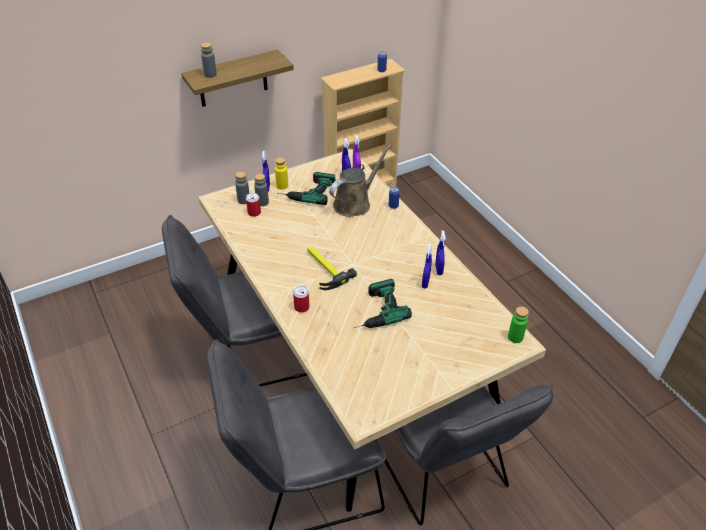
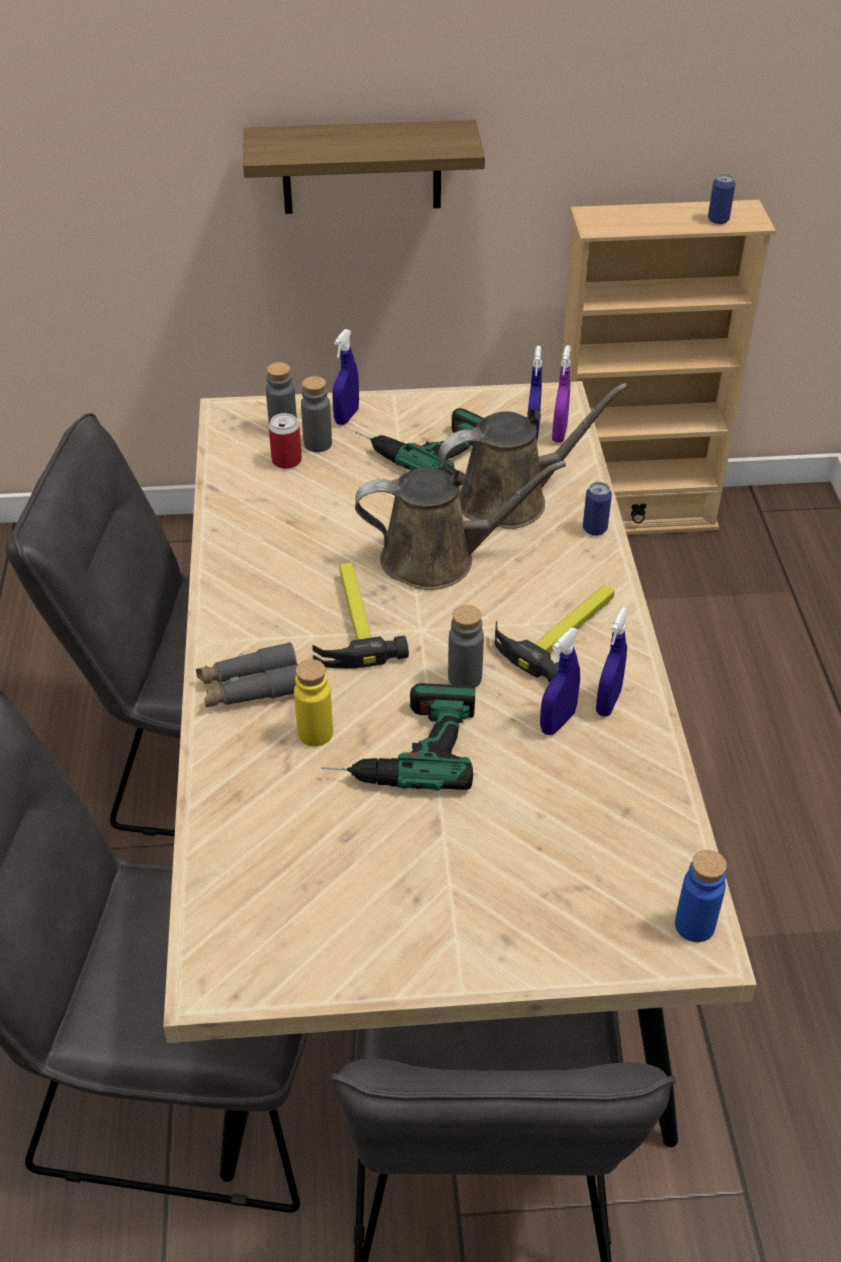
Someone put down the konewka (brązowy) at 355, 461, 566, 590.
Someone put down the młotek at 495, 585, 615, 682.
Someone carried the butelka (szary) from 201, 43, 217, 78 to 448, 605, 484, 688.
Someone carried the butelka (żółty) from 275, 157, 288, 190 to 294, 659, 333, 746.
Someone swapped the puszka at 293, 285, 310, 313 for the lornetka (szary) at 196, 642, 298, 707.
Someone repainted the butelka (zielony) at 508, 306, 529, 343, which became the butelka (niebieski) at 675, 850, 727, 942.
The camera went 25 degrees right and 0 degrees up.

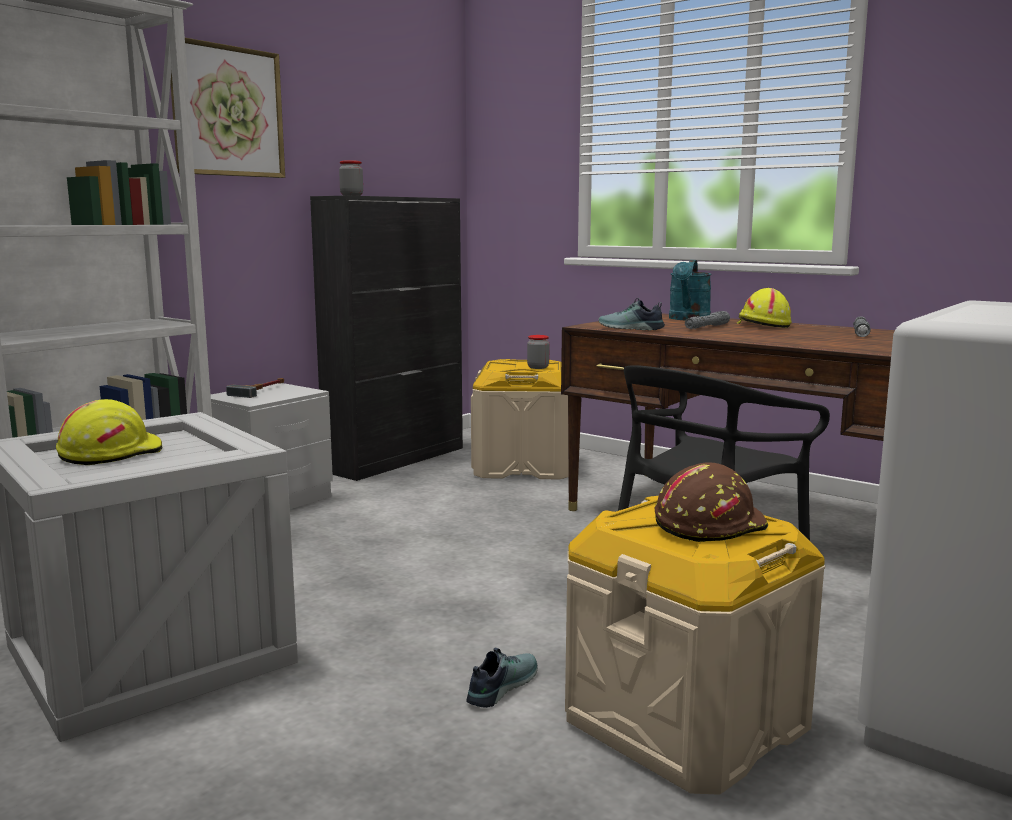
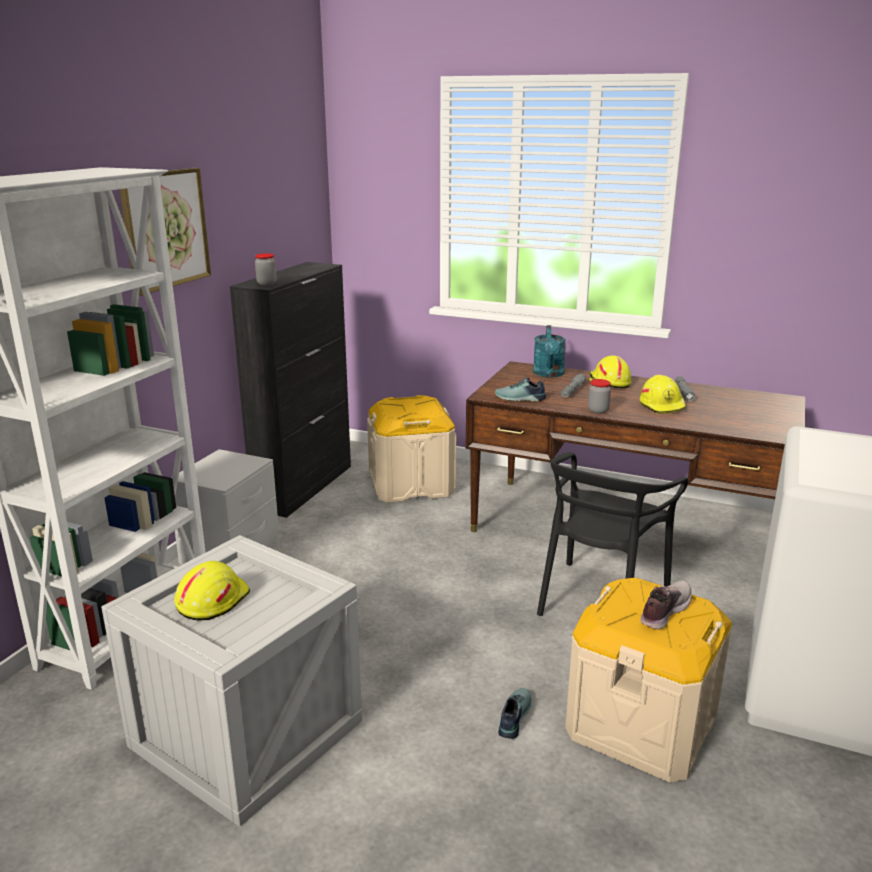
Someone took away the młotek at 226, 378, 284, 398.
Someone put down the kask (żółty) at 640, 375, 686, 414.
Someone carried the słoik from 527, 335, 549, 369 to 588, 379, 611, 414.
Someone swapped the kask (brązowy) at 655, 462, 768, 542 for the but at 640, 580, 692, 629.
The camera went 15 degrees left and 10 degrees up.

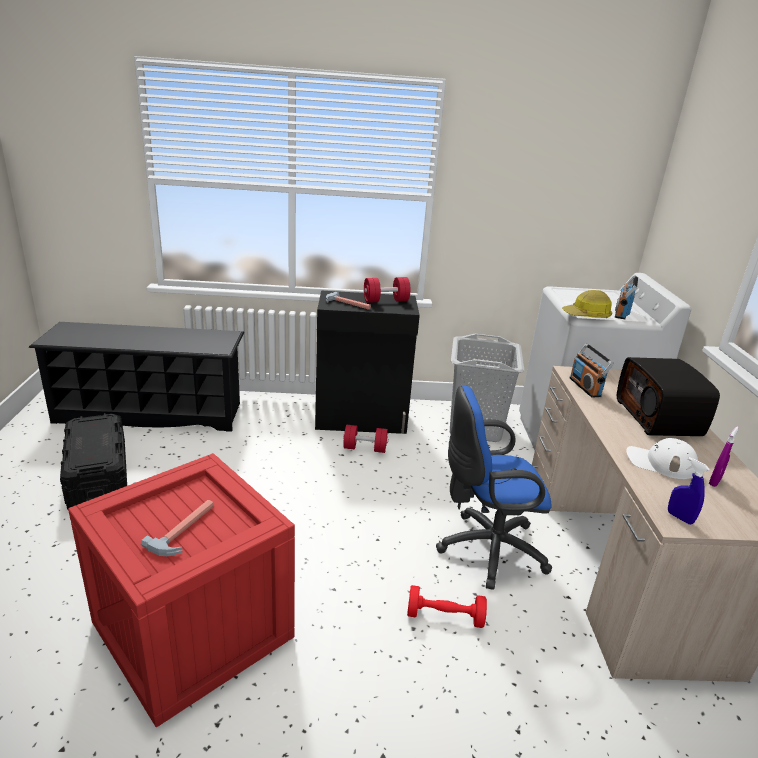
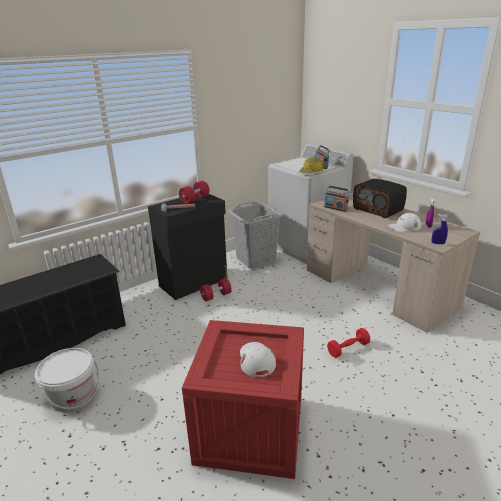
Someone took away the krzesło biurowe (niebieski) at 436, 386, 552, 590.
Someone swapped the pojemnik do przechowywania (czarny) at 60, 413, 127, 510 for the wiadro (biały) at 35, 348, 100, 413.
Someone swapped the młotek at 141, 500, 214, 556 for the czapka z daszkiem (biały) at 240, 342, 276, 377.
The camera went 35 degrees left and 0 degrees up.

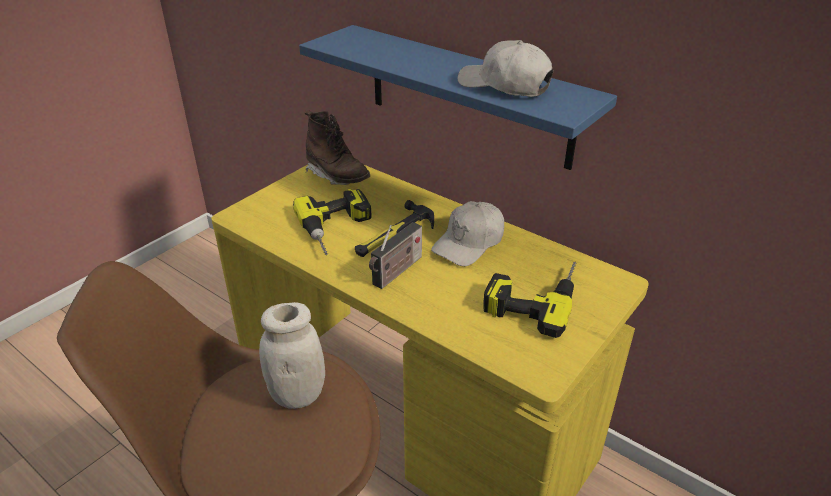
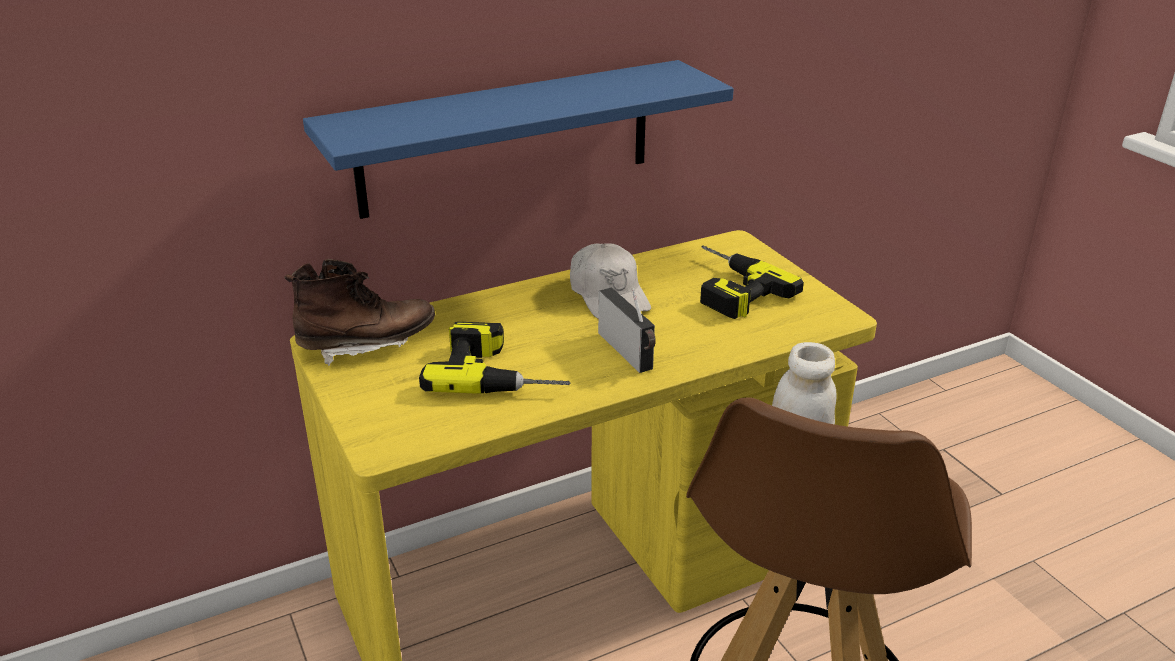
Someone took away the młotek at 355, 200, 434, 257.
Someone took away the czapka z daszkiem (biały) at 457, 40, 553, 97.
The camera went 65 degrees left and 5 degrees down.

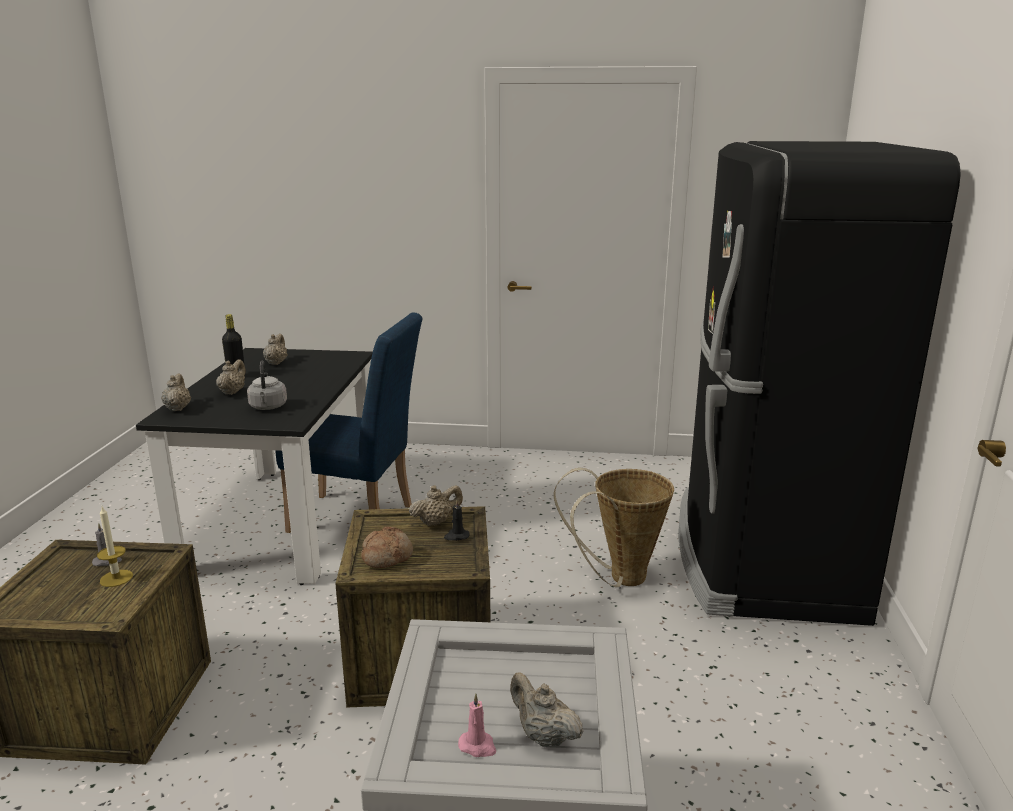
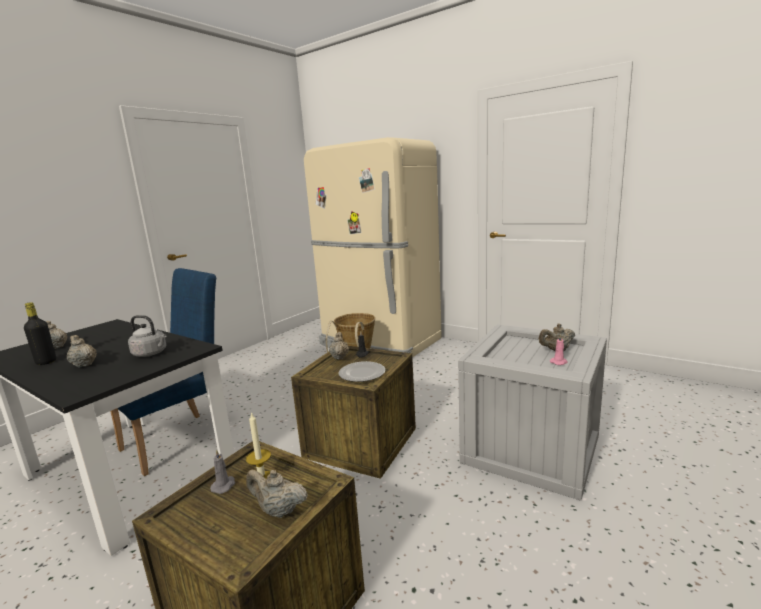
Someone carried the imbryk (beżowy) from 161, 374, 191, 411 to 246, 470, 308, 518.
Someone swapped the chleb at 361, 526, 413, 568 for the talerz at 338, 361, 385, 382.
Someone repainted the lodówka (czarny) at 679, 141, 961, 626, which became the lodówka (beżowy) at 304, 137, 442, 357.
The camera went 60 degrees left and 5 degrees down.

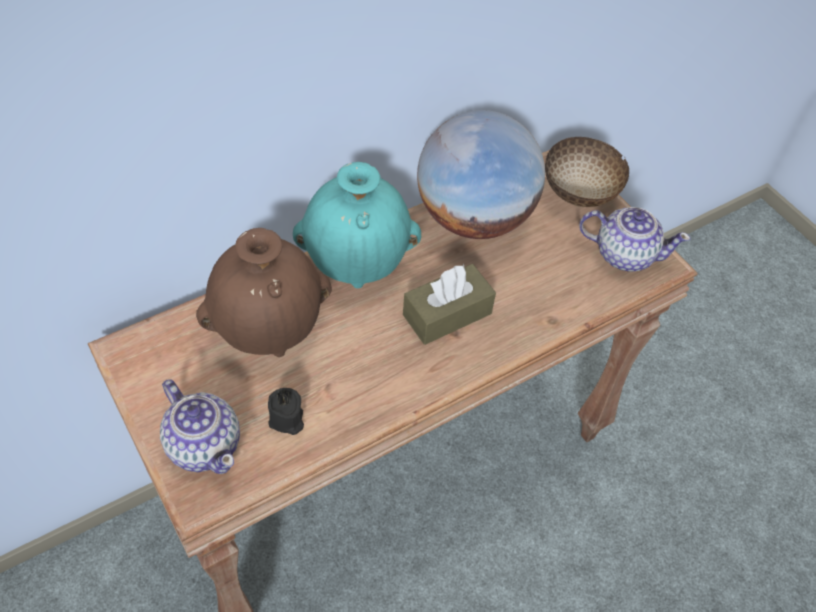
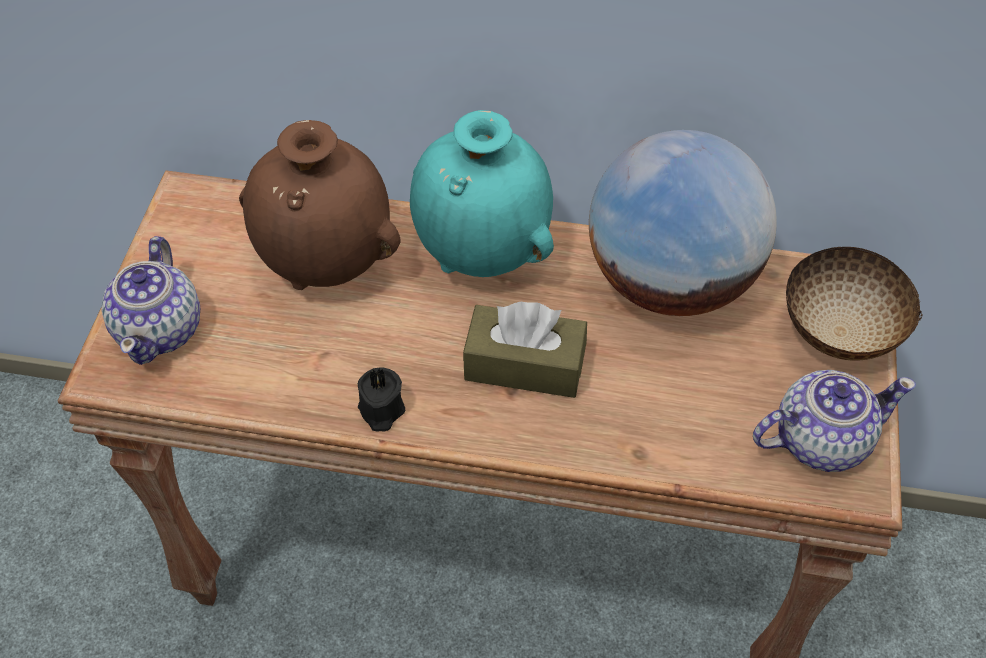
Someone carried the świeca (czarny) from 268, 388, 304, 435 to 358, 367, 405, 431.
Someone rotated the imbryk at 579, 207, 691, 272 by 75 degrees counterclockwise.
The camera went 45 degrees right and 0 degrees up.

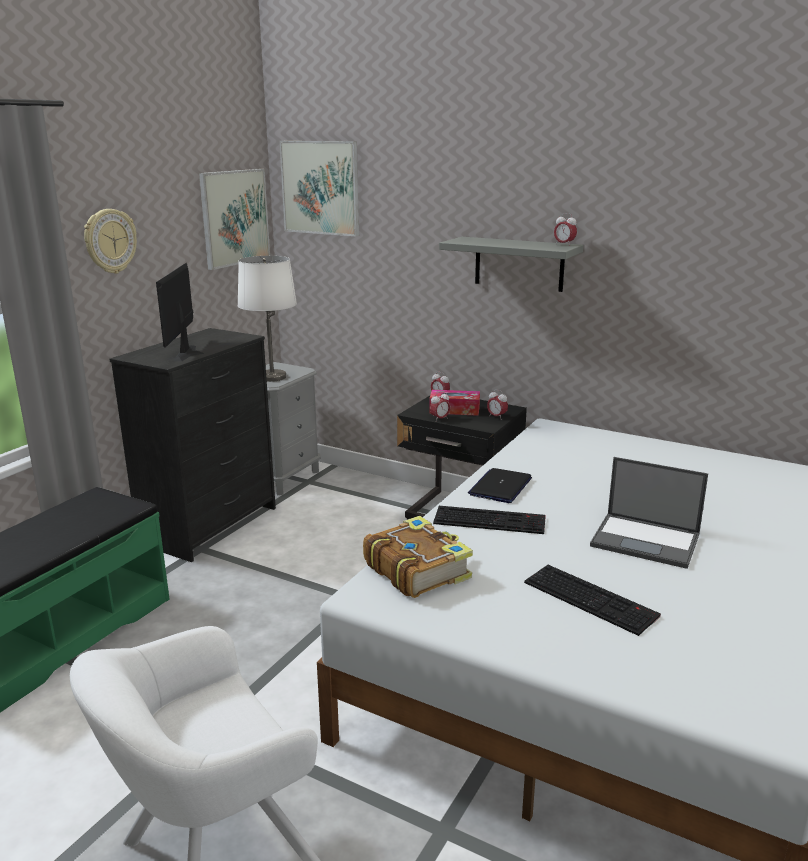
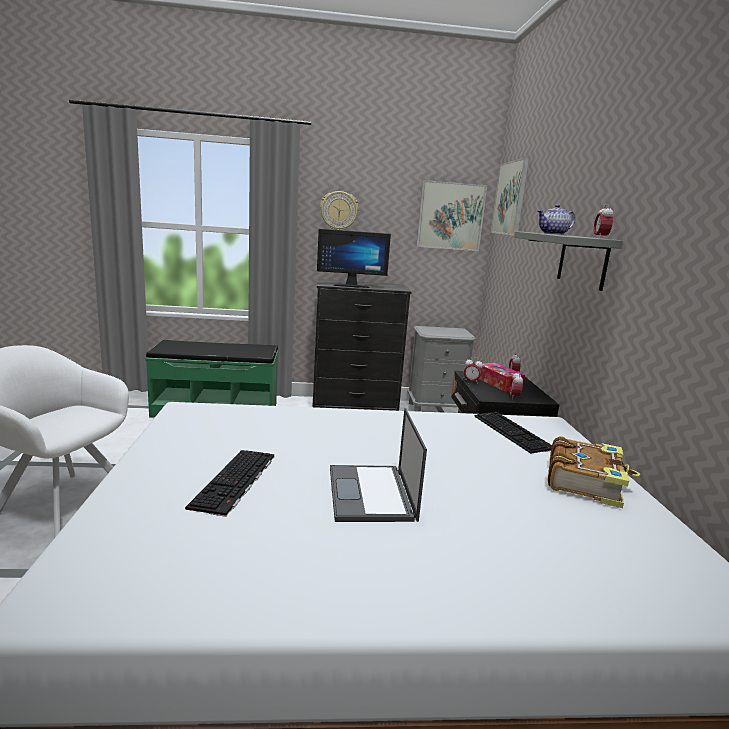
Someone took away the lampa stołowa (biały) at 238, 256, 297, 382.
Someone took away the laptop at 468, 468, 532, 503.
Someone put down the imbryk at 538, 204, 575, 235.
Someone carried the książka from 363, 516, 473, 598 to 548, 436, 640, 508.
Someone carried the klawiatura from 433, 506, 546, 534 to 474, 412, 552, 454.
Someone rotated the monitor at 156, 263, 204, 361 by 150 degrees counterclockwise.
The camera went 55 degrees right and 5 degrees down.

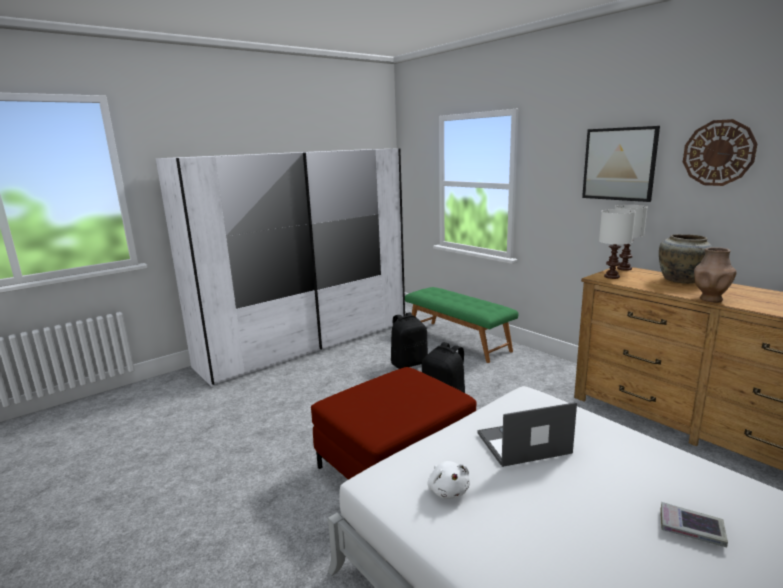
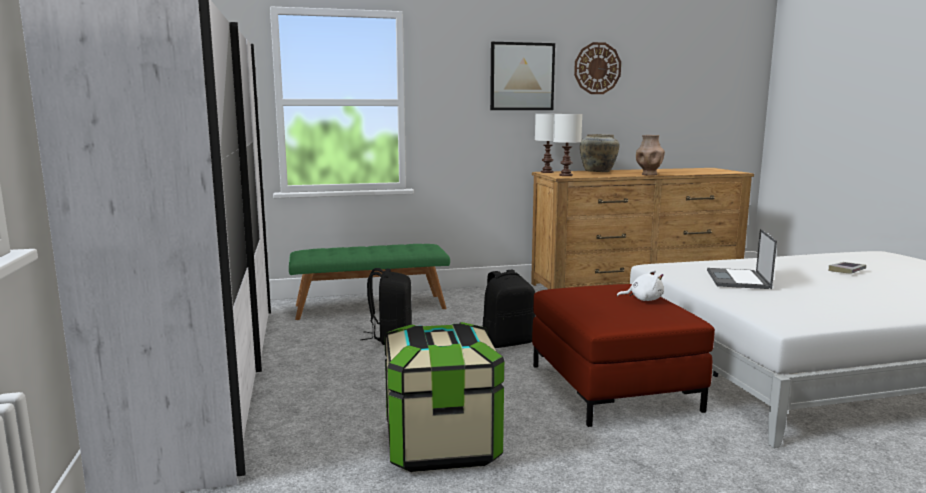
Someone put down the pojemnik do przechowywania at 384, 322, 504, 472.
Someone carried the pluszak (biały) from 428, 461, 470, 498 to 617, 270, 664, 301.
The camera went 65 degrees left and 5 degrees down.

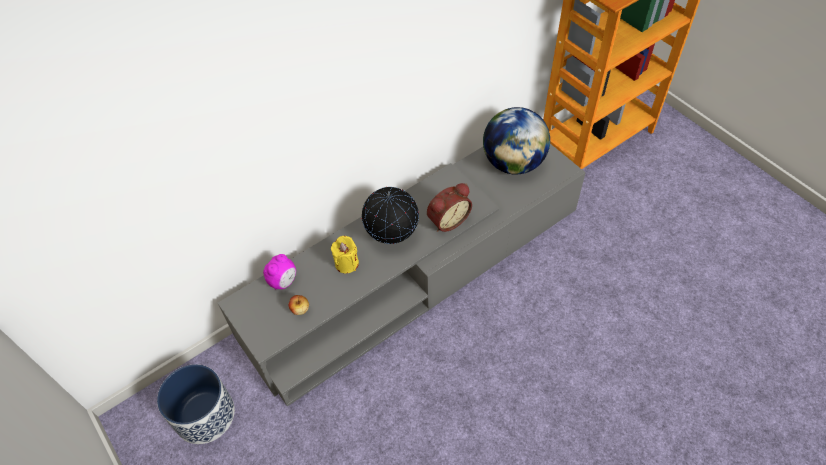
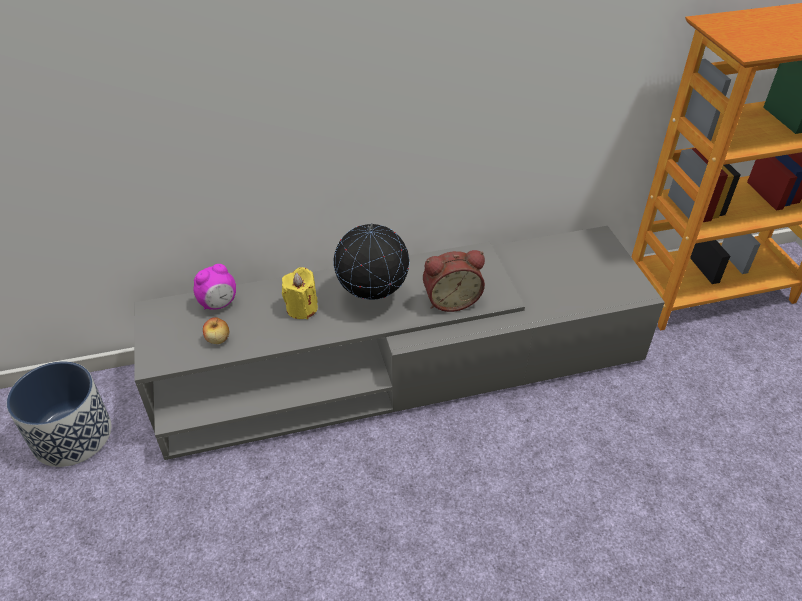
Someone took away the globus at 483, 107, 550, 175.
The camera went 20 degrees right and 10 degrees down.

